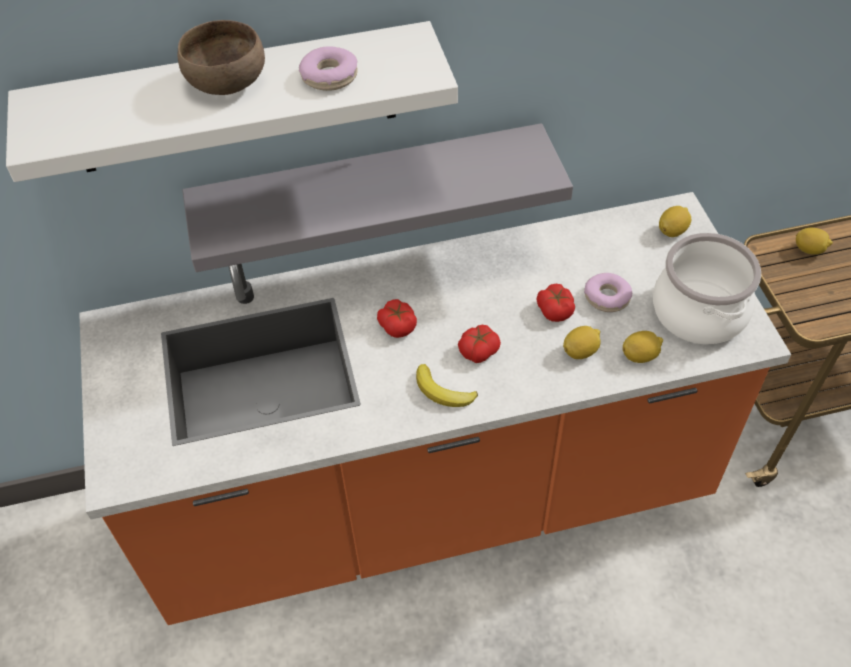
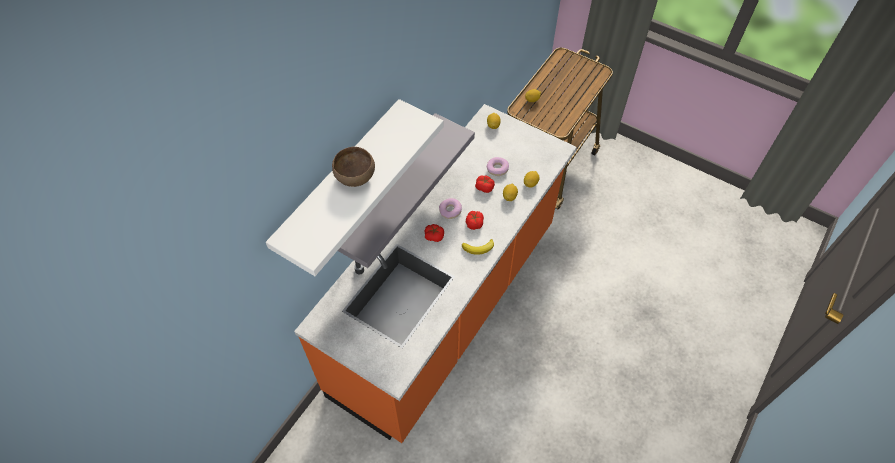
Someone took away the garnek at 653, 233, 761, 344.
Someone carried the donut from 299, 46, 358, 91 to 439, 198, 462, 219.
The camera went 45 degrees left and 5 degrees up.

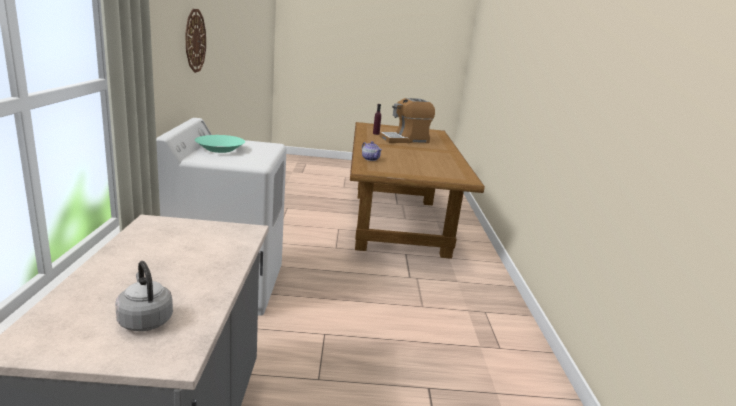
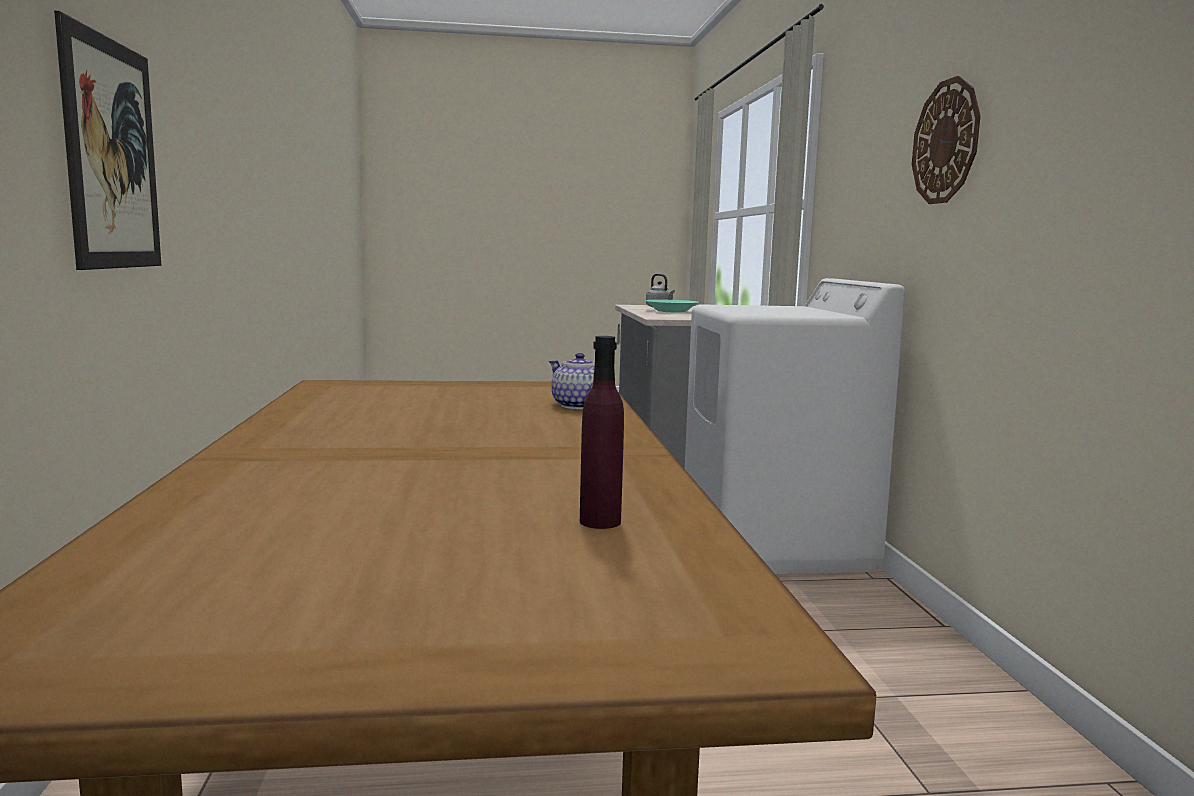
Someone took away the ekspres do kawy at 379, 98, 435, 143.
Someone put up the obraz at 54, 11, 161, 270.
Someone carried the miska (turkusowy) from 195, 135, 245, 153 to 645, 300, 699, 312.
The camera went 175 degrees right and 10 degrees down.

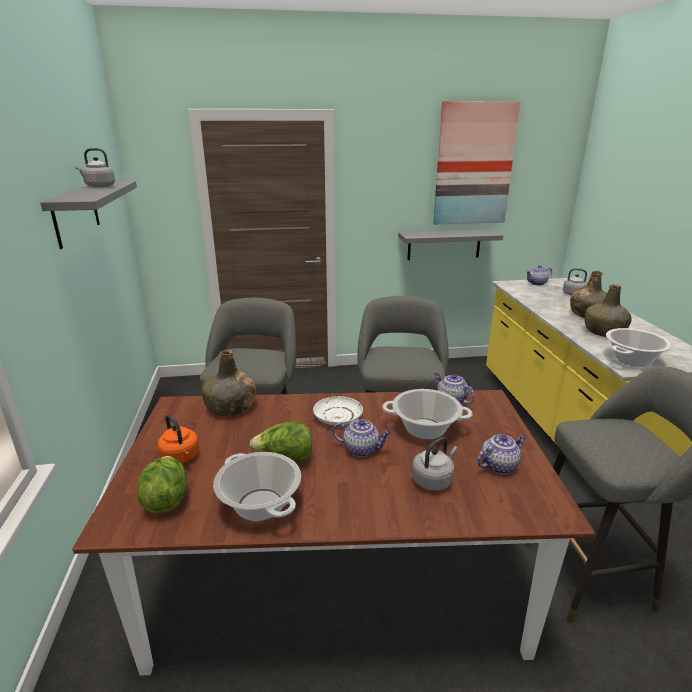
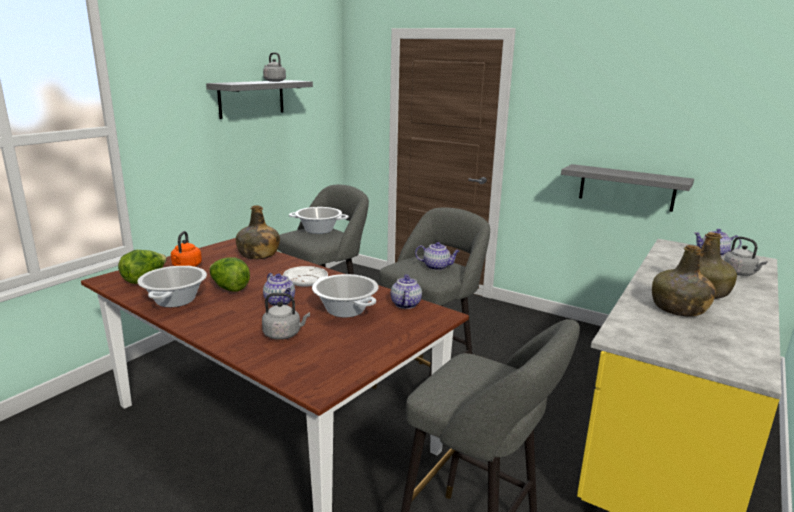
Someone took away the obraz at 433, 101, 521, 224.
Someone carried the imbryk from 477, 434, 526, 474 to 415, 242, 460, 270.
Someone carried the garnek from 606, 328, 672, 366 to 289, 207, 349, 234.
The camera went 40 degrees right and 5 degrees down.

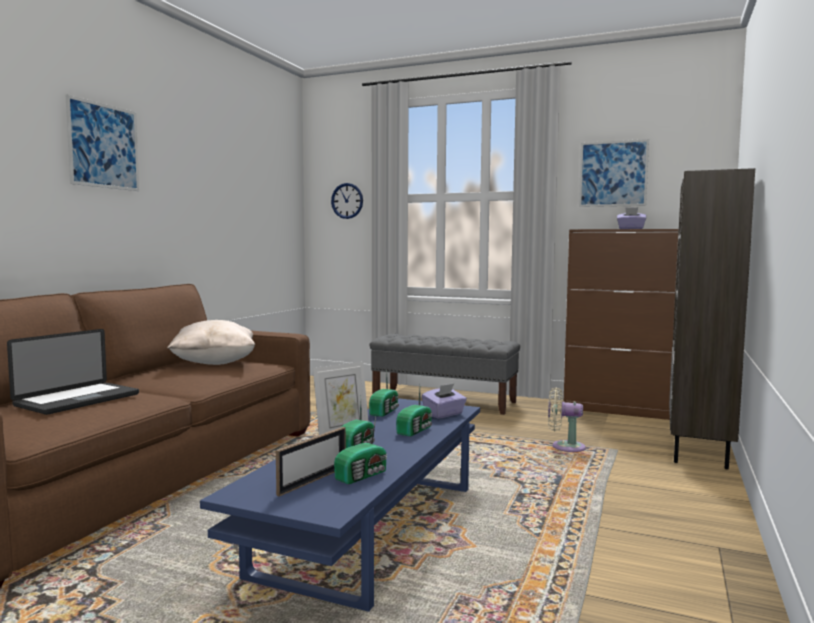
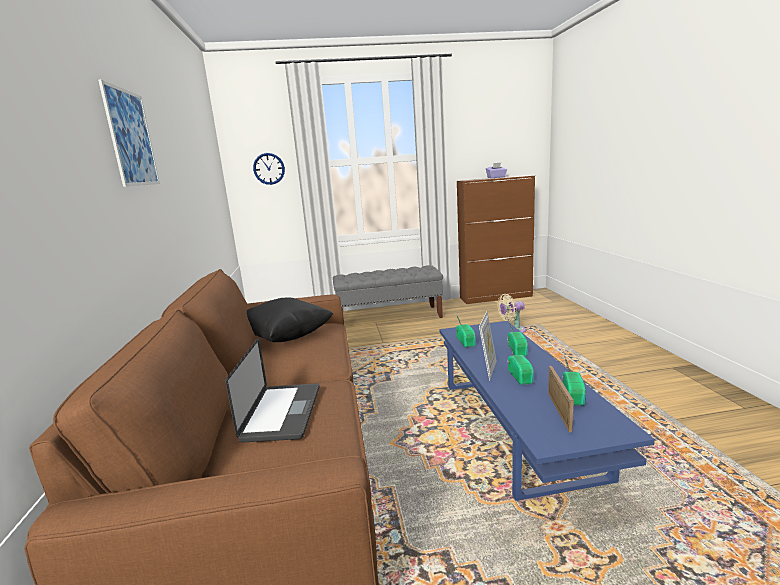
Someone took away the pudełko chusteczek (fioletowy) at 422, 384, 467, 419.
Someone took away the obraz at 579, 139, 649, 207.
Someone took away the regał (brązowy) at 669, 168, 755, 470.
Someone repainted the poduszka (beżowy) at 167, 320, 255, 365, which became the poduszka (czarny) at 247, 297, 334, 342.
The camera went 30 degrees left and 10 degrees up.

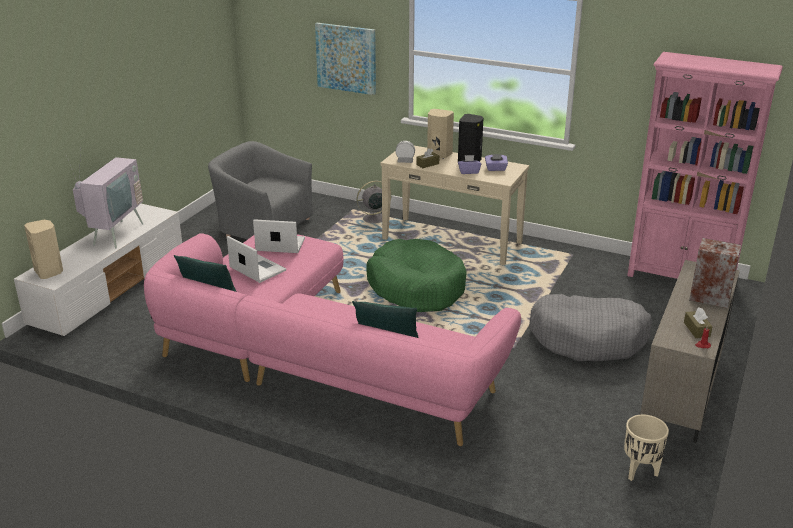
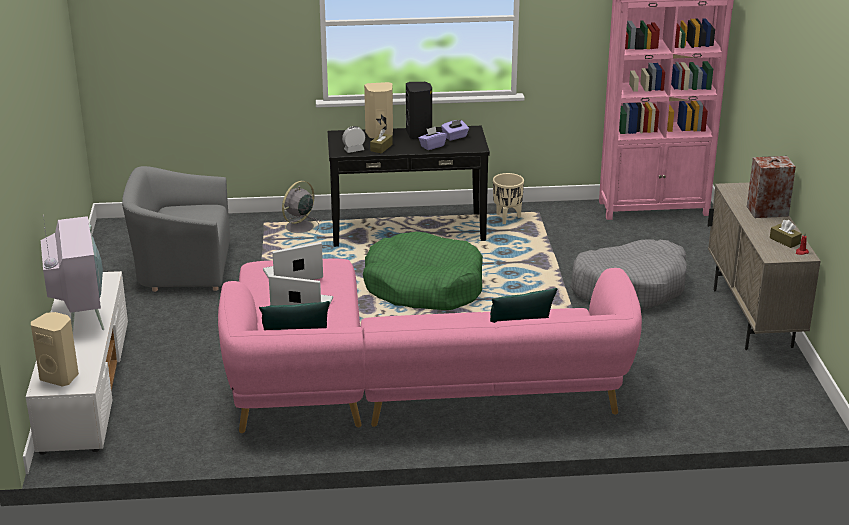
Someone took away the obraz at 315, 23, 376, 95.
Someone carried the donica (beżowy) from 624, 415, 669, 481 to 493, 173, 524, 224.
Someone repainted the stolik konsolowy (beżowy) at 381, 146, 529, 265, which became the stolik konsolowy (czarny) at 328, 126, 490, 247.
The camera went 30 degrees left and 0 degrees up.

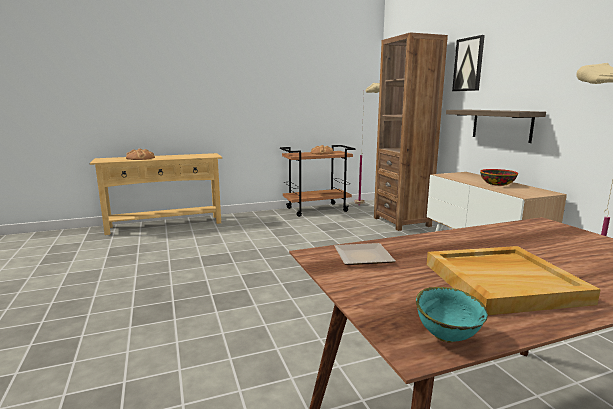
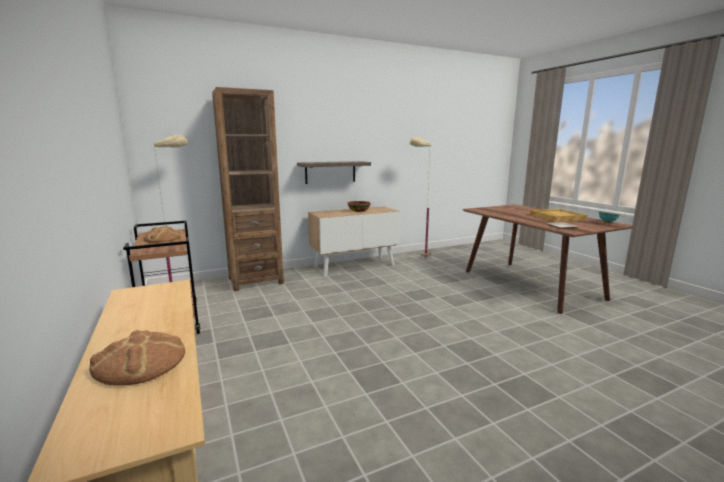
Someone took away the obraz at 452, 35, 485, 91.
The camera went 95 degrees left and 0 degrees up.

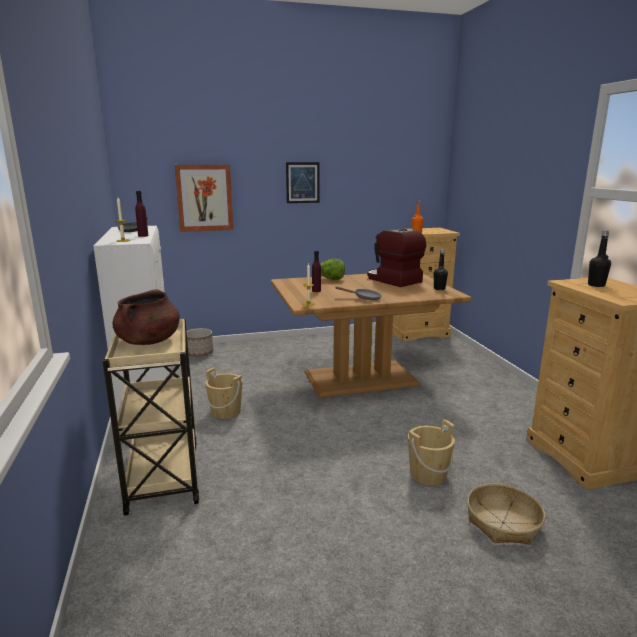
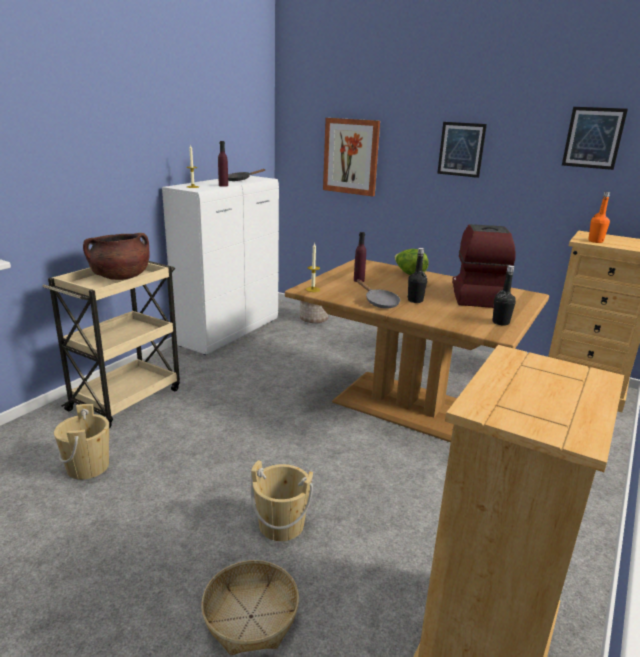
Someone put up the obraz at 562, 107, 628, 170.
Someone carried the wiadro (beżowy) from 205, 367, 243, 419 to 54, 404, 109, 480.
Someone carried the butelka (czarny) from 588, 230, 611, 287 to 407, 248, 427, 303.
The camera went 45 degrees right and 5 degrees up.

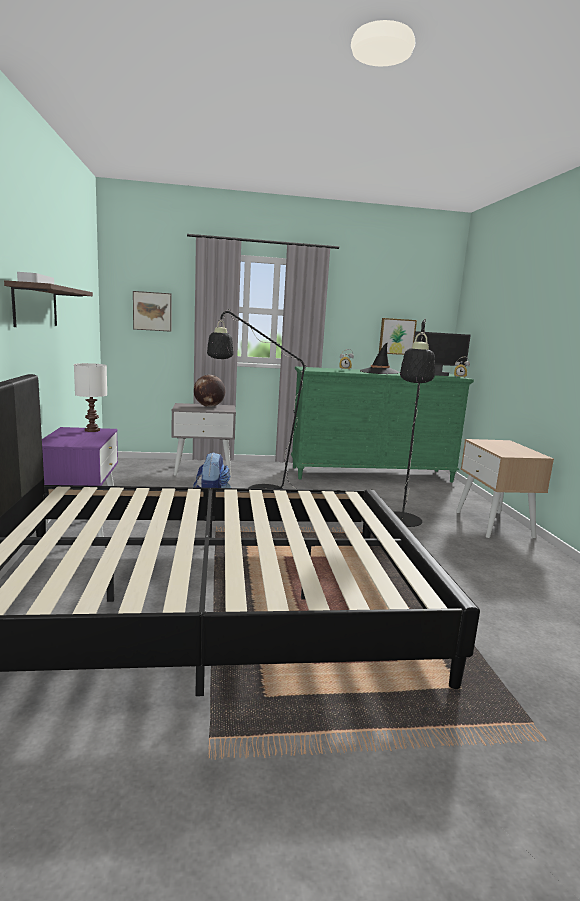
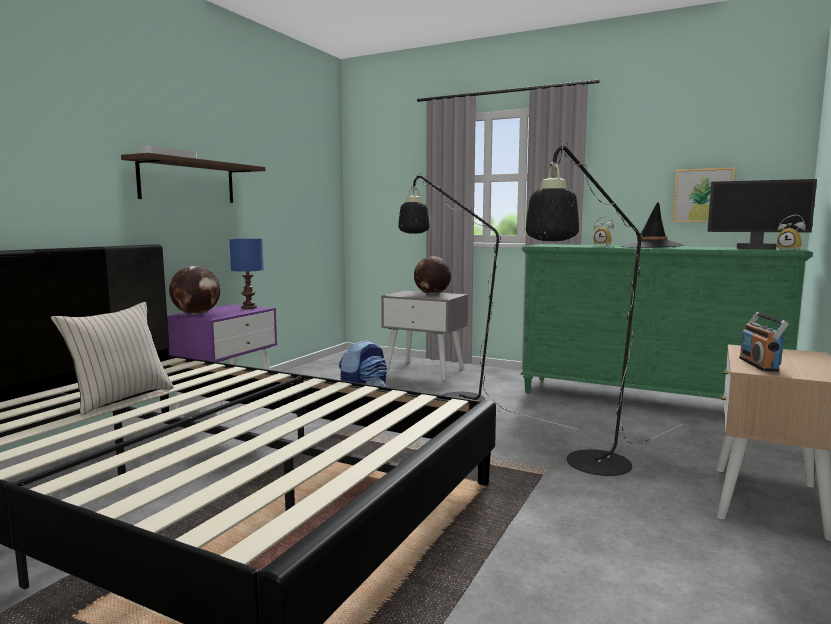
Someone took away the obraz at 133, 291, 172, 332.
Someone put down the poduszka (beżowy) at 51, 302, 174, 415.
Someone put down the globus at 169, 266, 220, 315.
Someone put down the radio at 739, 312, 789, 372.
Someone repainted the lampa stołowa (biały) at 74, 363, 107, 432, which became the lampa stołowa (niebieski) at 230, 239, 264, 309.
The camera went 35 degrees right and 5 degrees down.

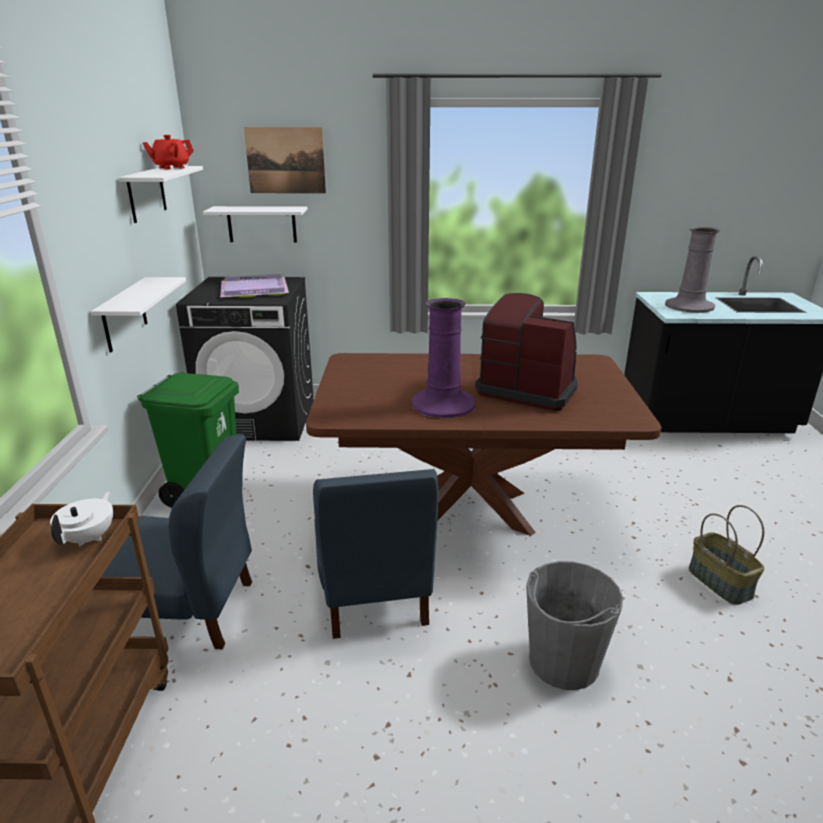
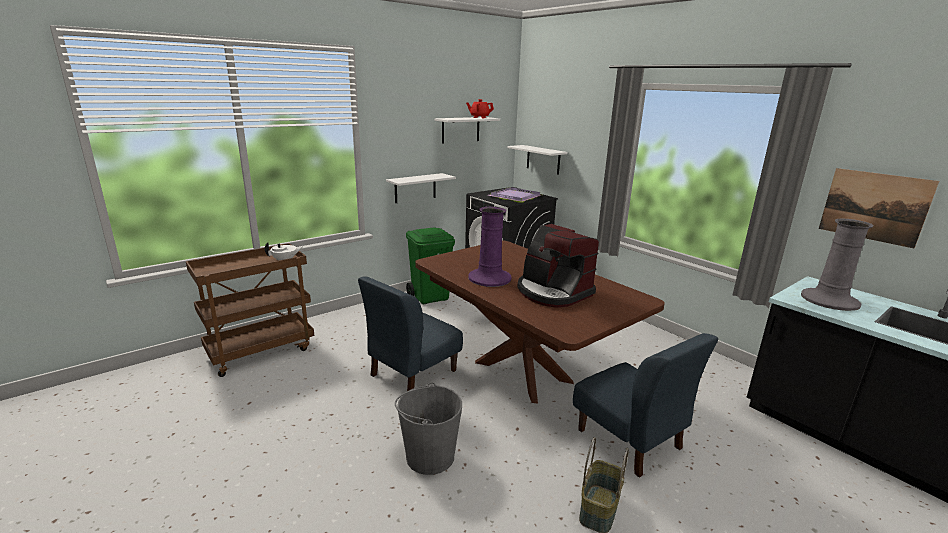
Someone carried the krzesło (niebieski) from 102, 435, 252, 650 to 573, 333, 718, 478.
Someone carried the obraz from 244, 127, 326, 193 to 819, 168, 939, 248.
Someone rotated the ekspres do kawy at 475, 293, 578, 411 by 150 degrees clockwise.
The camera went 50 degrees right and 5 degrees down.

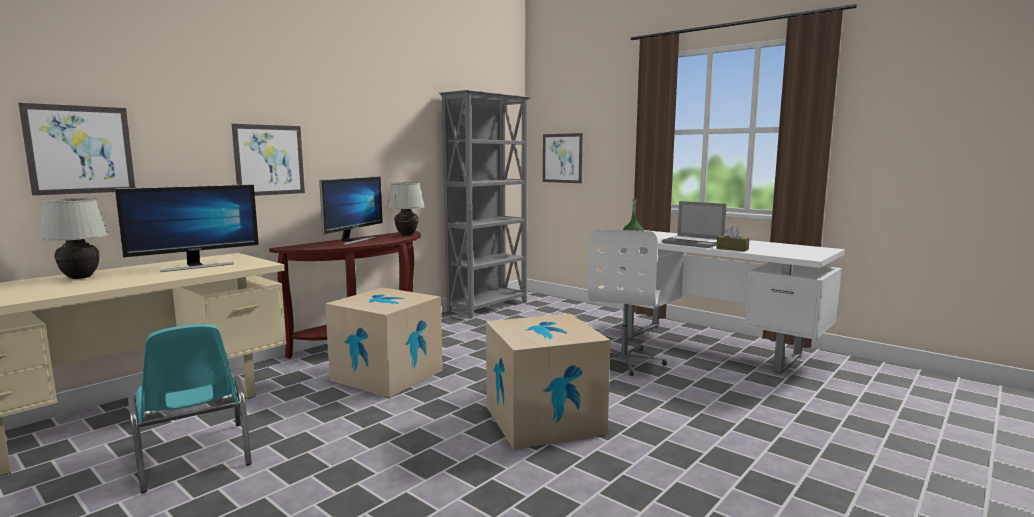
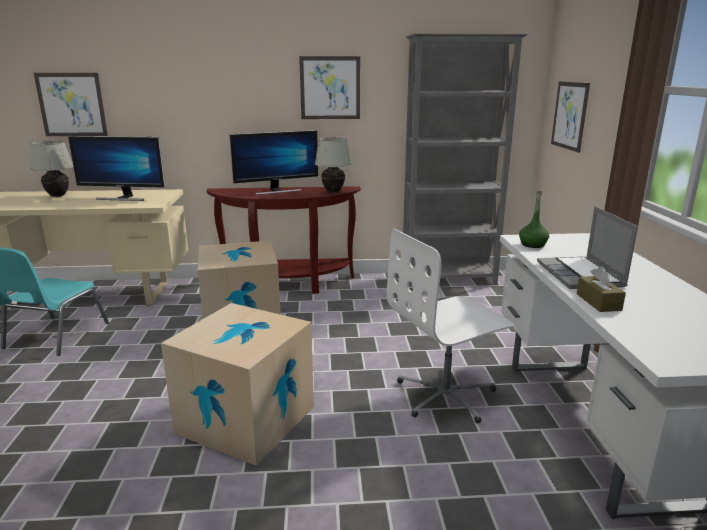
Someone carried the obraz from 232, 124, 305, 196 to 299, 56, 360, 119.
The camera went 45 degrees right and 10 degrees up.

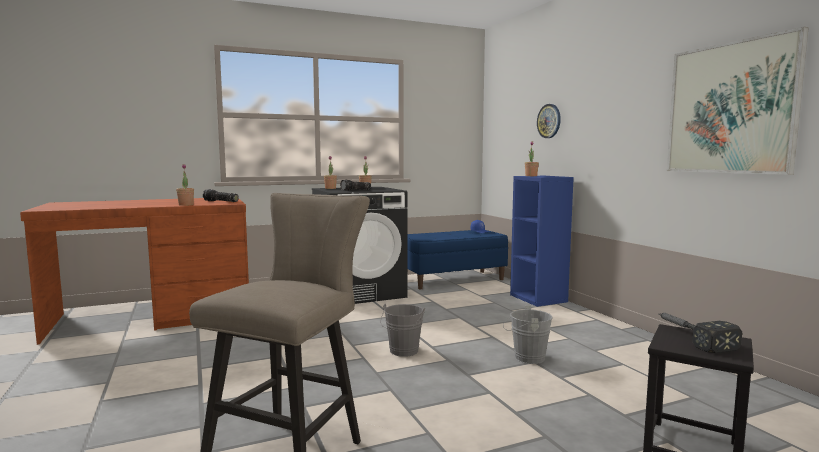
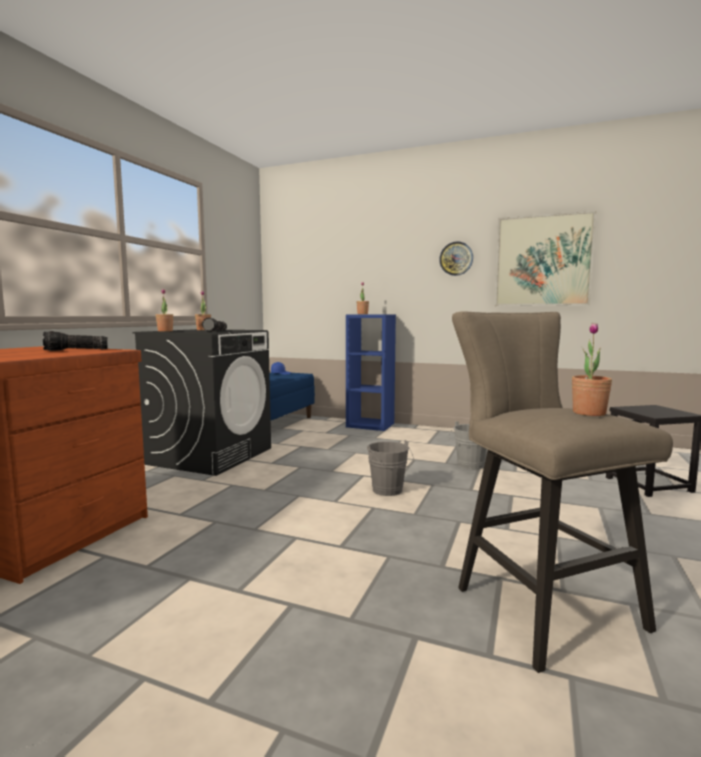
Someone took away the młotek at 658, 313, 742, 353.
Someone carried the roślina doniczkowa from 176, 164, 194, 206 to 572, 323, 612, 416.
Someone carried the zegar ścienny from 537, 104, 561, 138 to 439, 242, 473, 276.
The camera went 45 degrees left and 0 degrees up.

